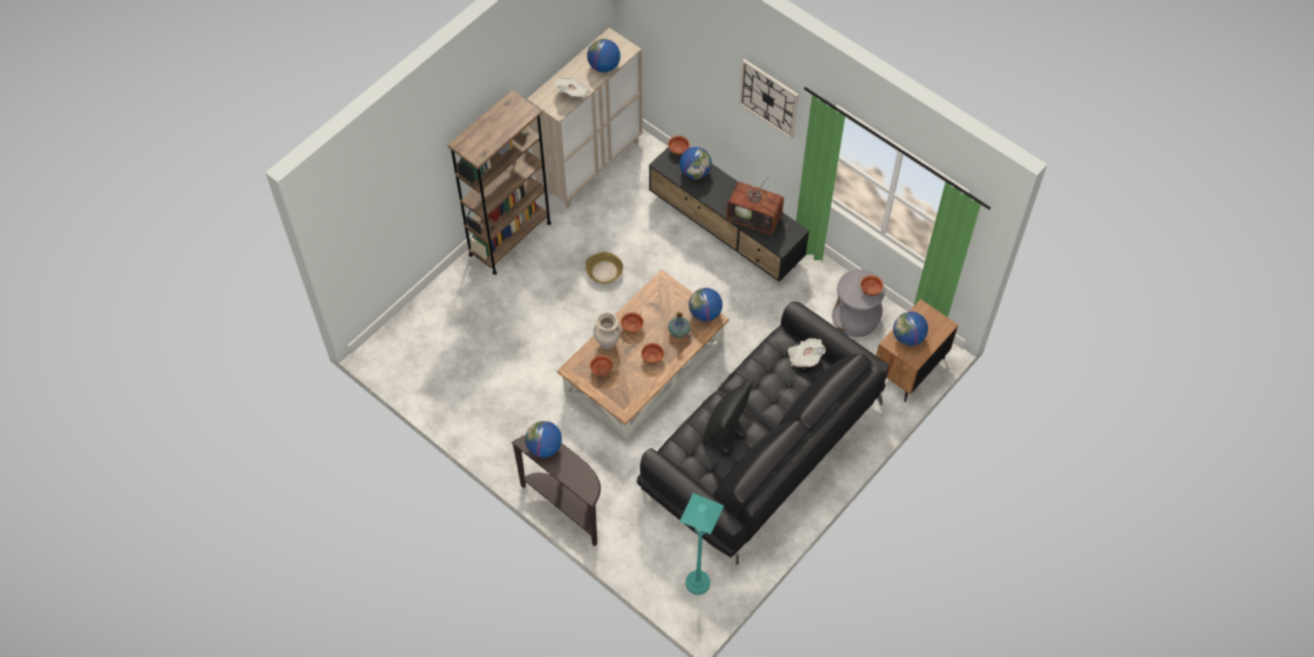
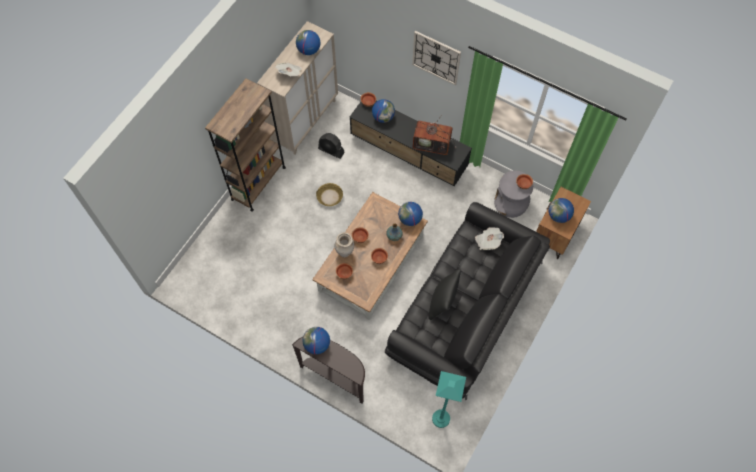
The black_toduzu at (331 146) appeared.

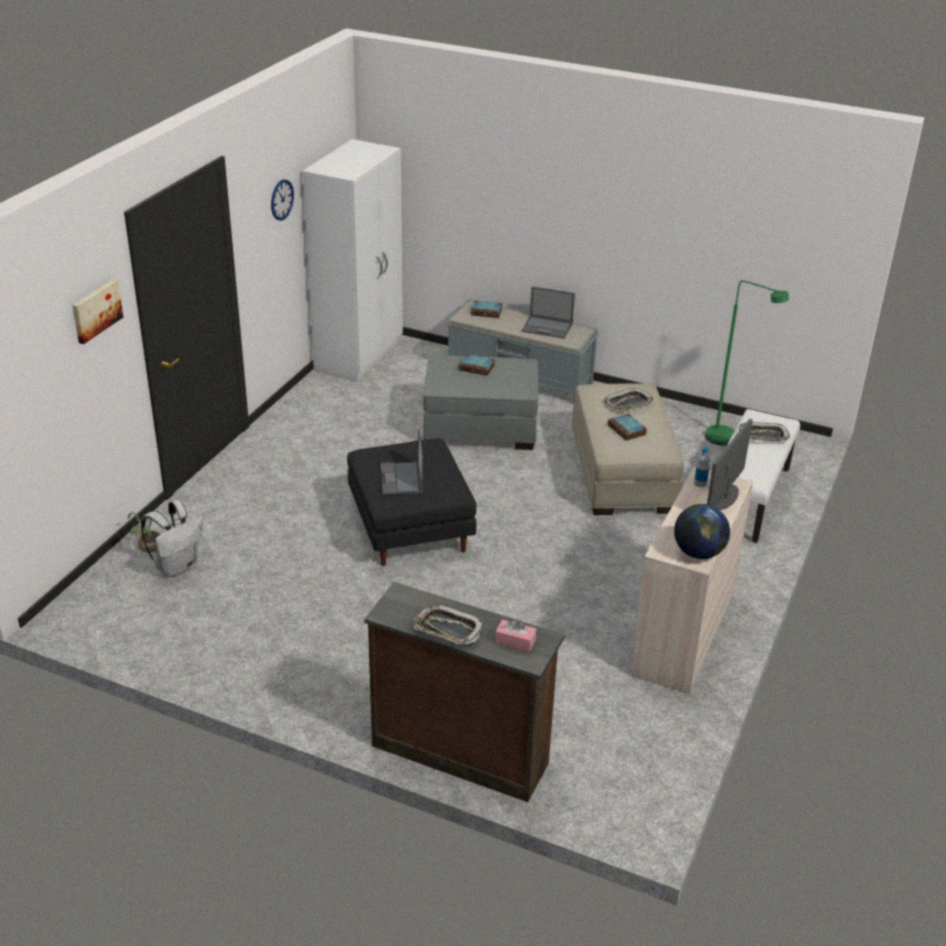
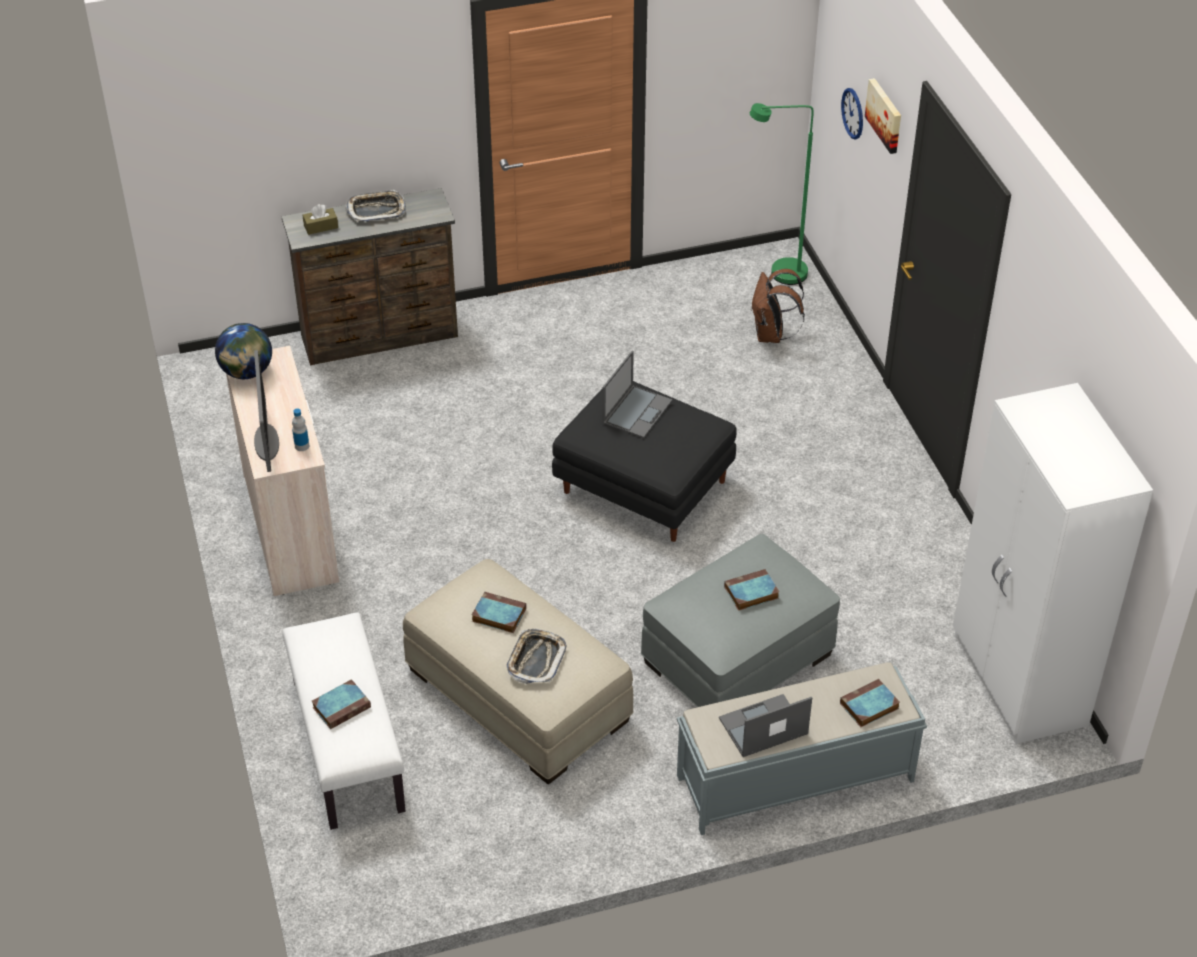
The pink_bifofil at (515 635) became the brown_bifofil at (320 219).
The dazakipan at (765 431) was replaced by the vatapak at (341 704).
The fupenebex at (401 462) turned 75 degrees clockwise.
The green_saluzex moved from (747 363) to (782 194).
The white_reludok at (172 539) became the brown_reludok at (778 306).
The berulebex moved from (282 200) to (852 114).
The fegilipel at (144 532) disappeared.

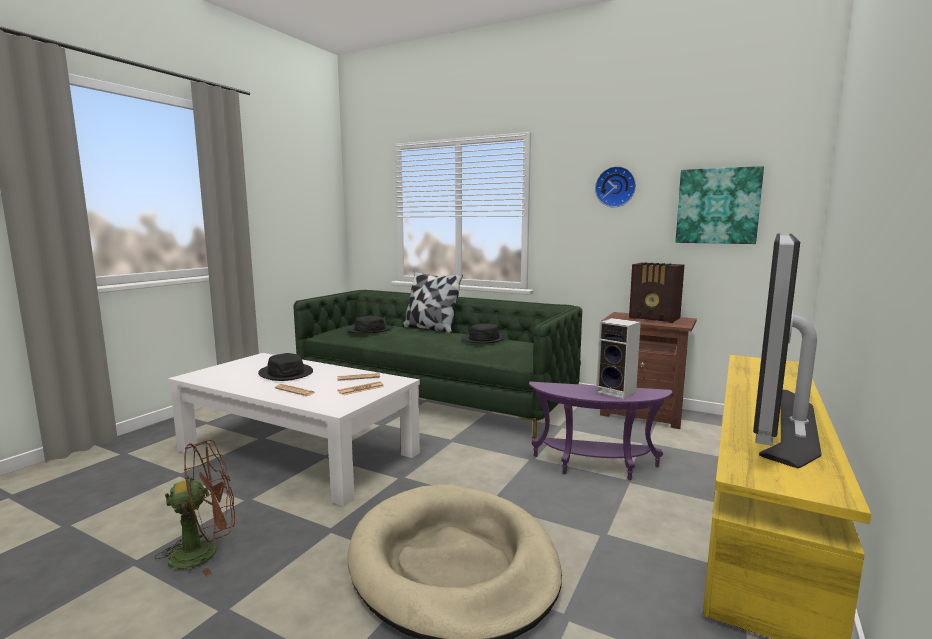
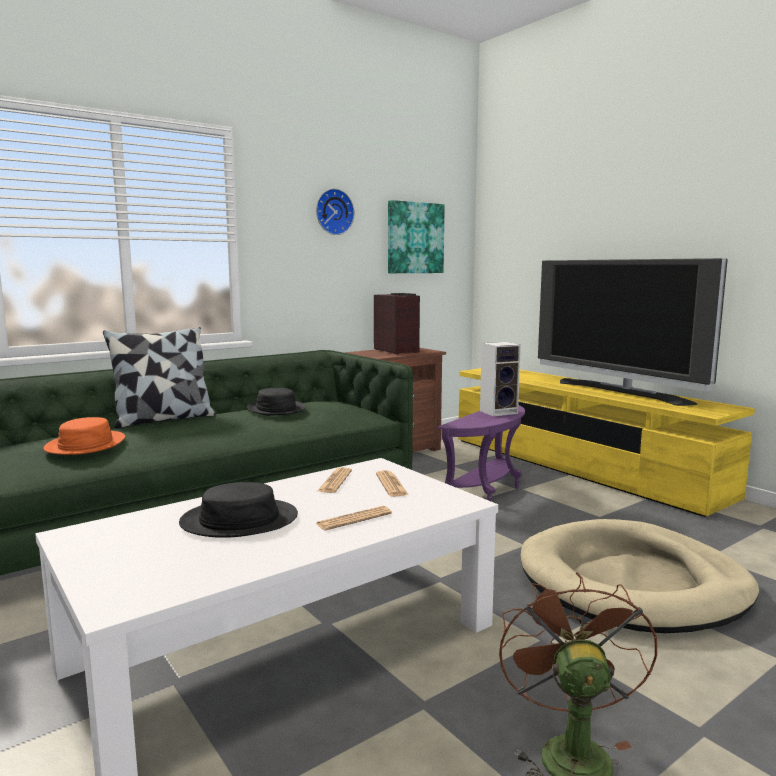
The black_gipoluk at (370 325) became the orange_gipoluk at (84 436).
The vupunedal at (656 292) turned 90 degrees counterclockwise.

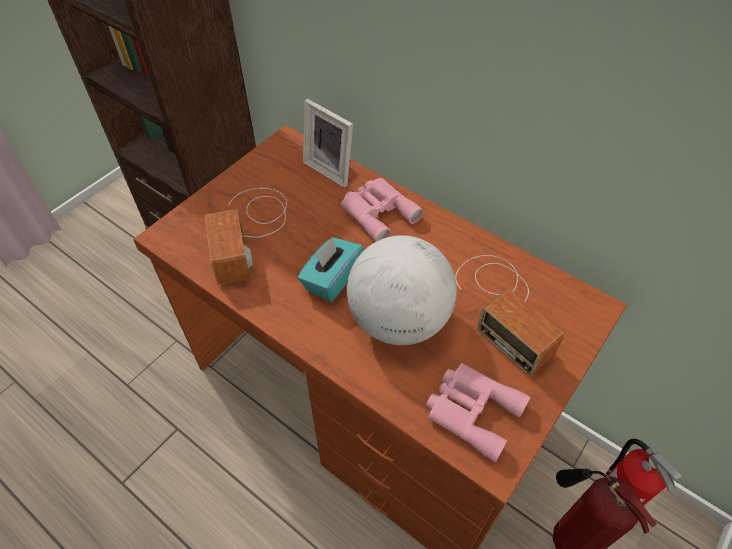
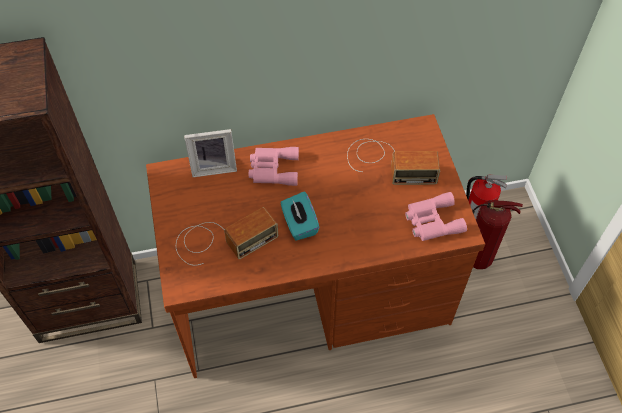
The vupunedal at (246 236) turned 60 degrees counterclockwise.
The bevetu at (402 290) disappeared.

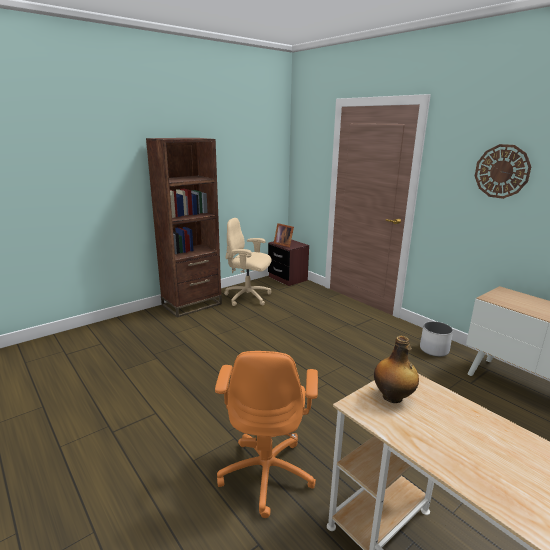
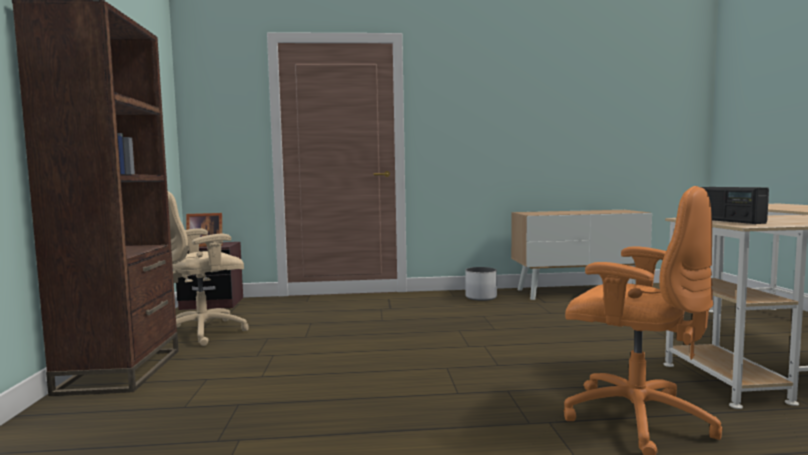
The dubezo at (396 369) was replaced by the vupunedal at (735 205).
The berulebex at (503 171) disappeared.

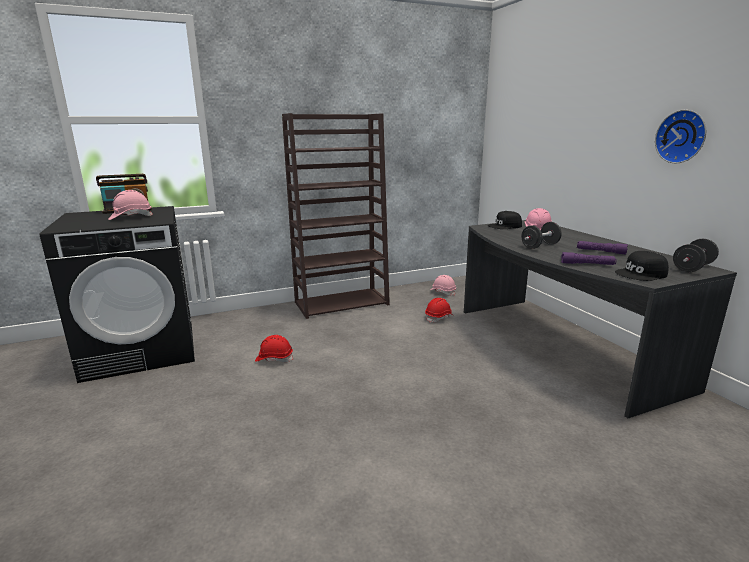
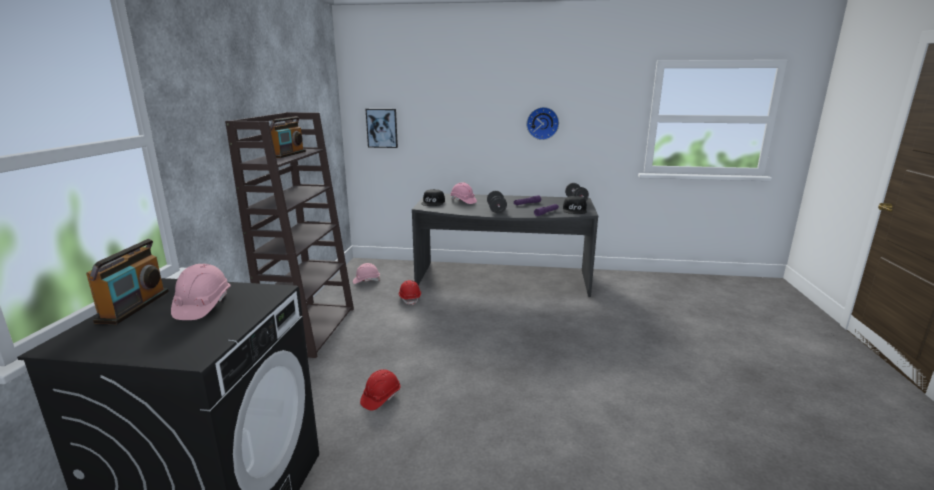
The vupunedal at (288 137) appeared.
The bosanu at (381 128) appeared.

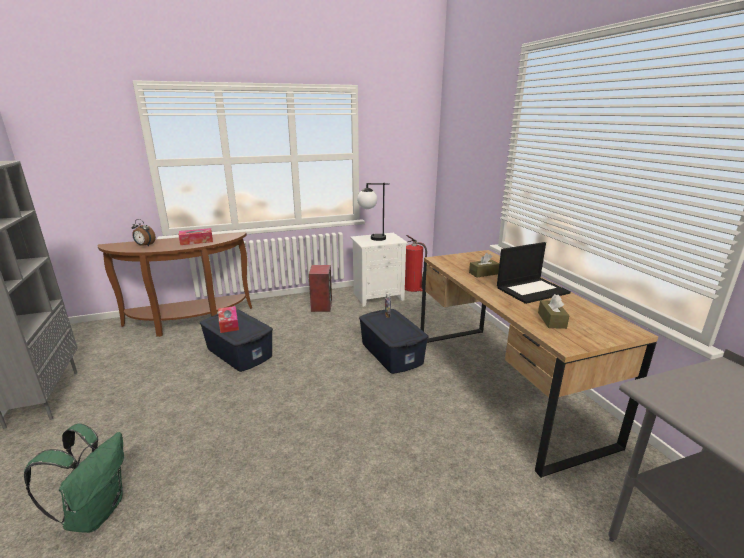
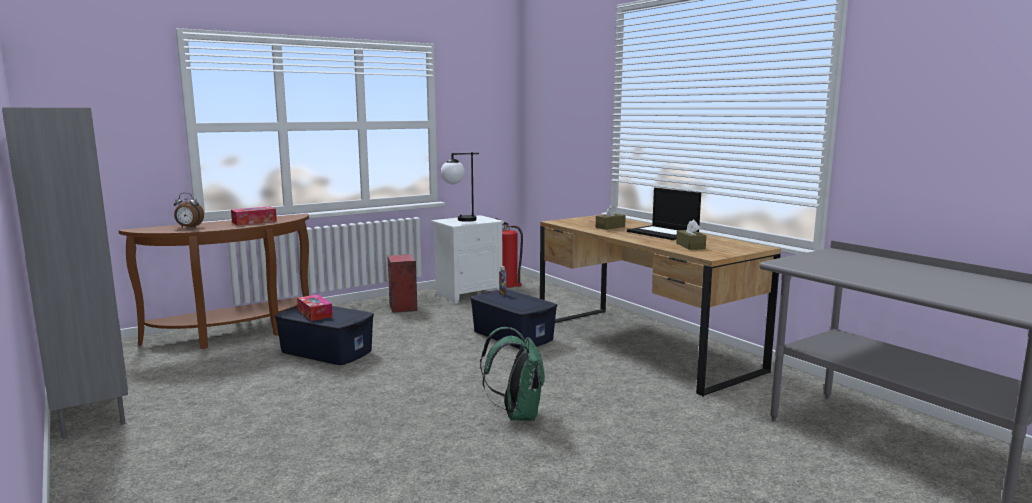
The green_reludok moved from (74 478) to (512 374).
The fupenebex at (534 273) turned 90 degrees clockwise.

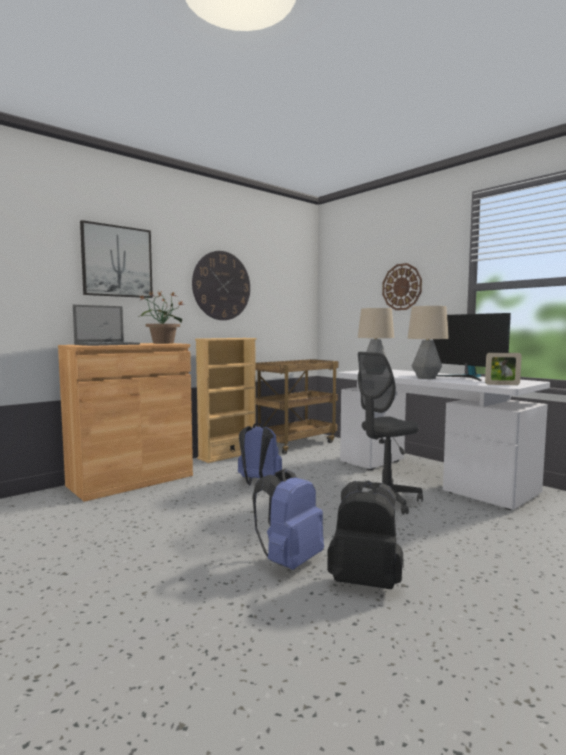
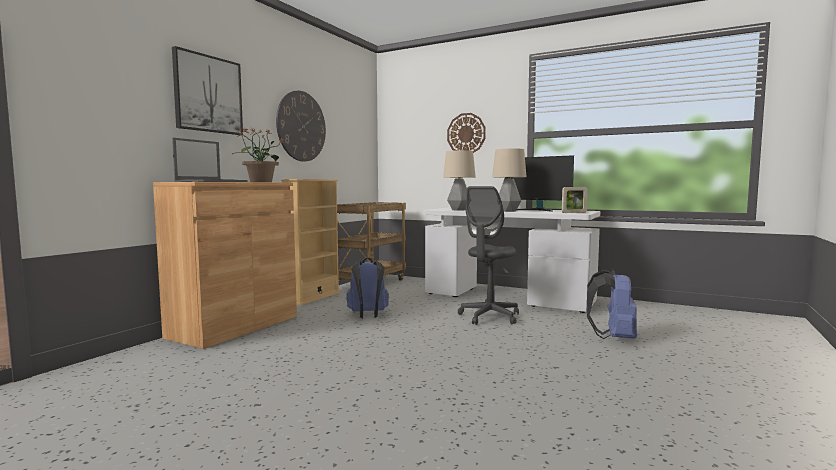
The blue_reludok moved from (288 519) to (612 304).
The black_reludok at (365 535) disappeared.

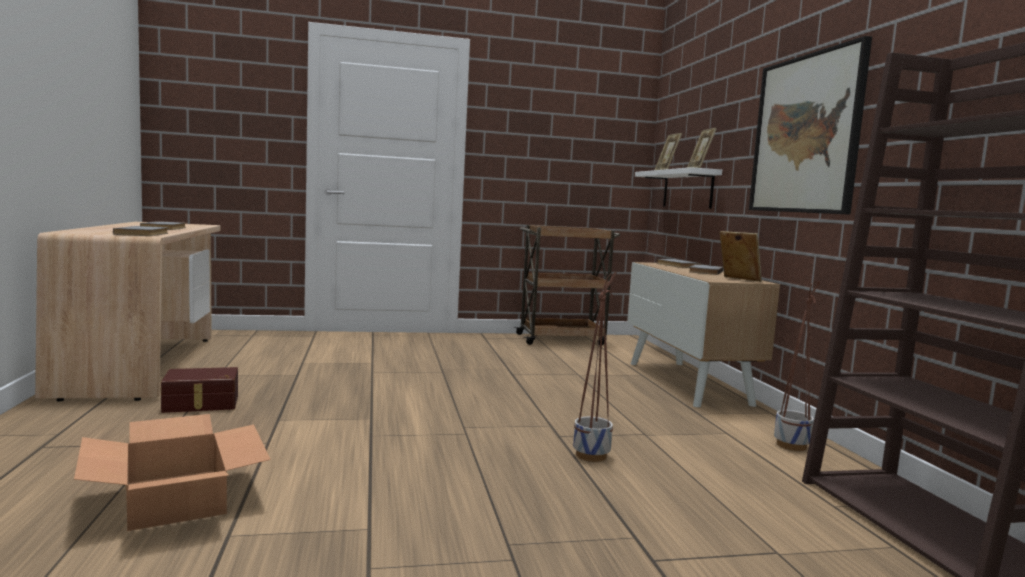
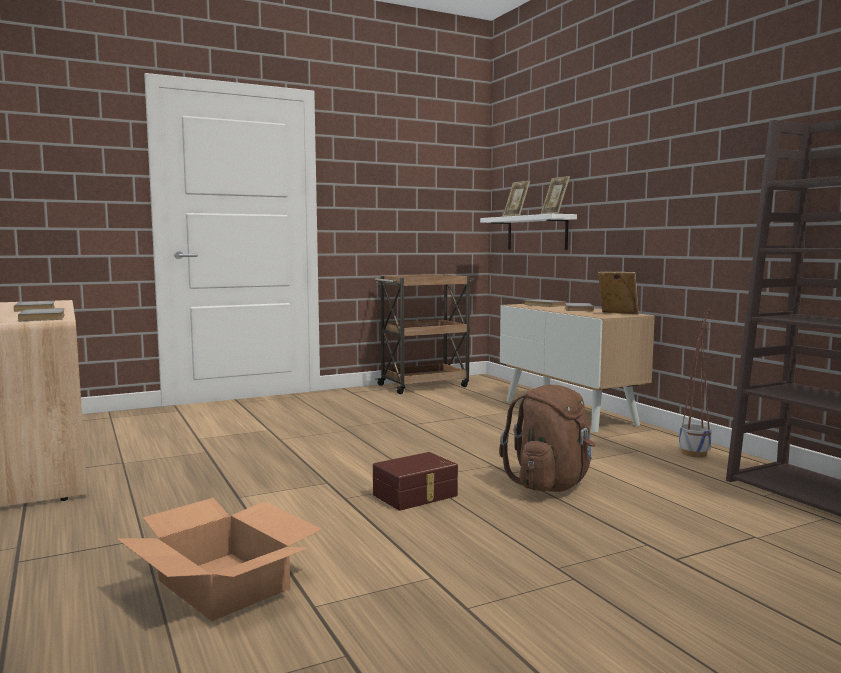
The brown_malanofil moved from (199 390) to (415 481).
The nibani at (595 367) was replaced by the brown_reludok at (547 438).
The bosanu at (810 125) disappeared.

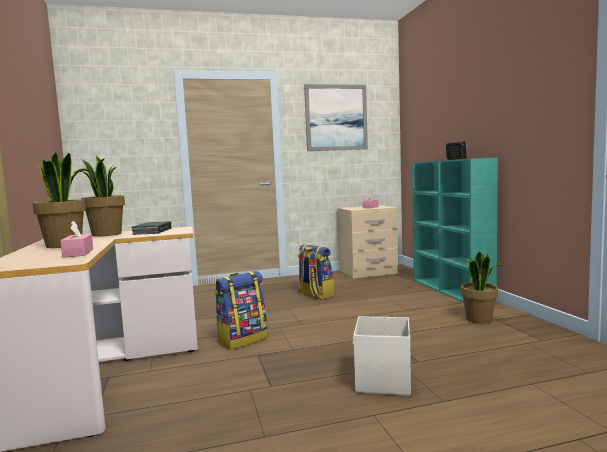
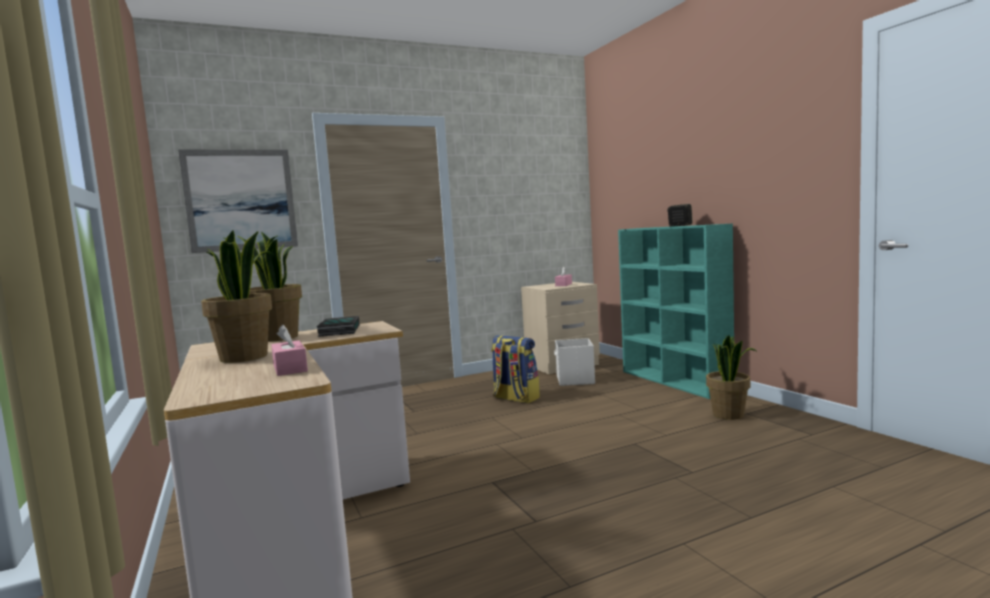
The bosanu moved from (336 117) to (238 201).
The white_malanofil moved from (382 356) to (574 362).
The reludok at (241 310) disappeared.

